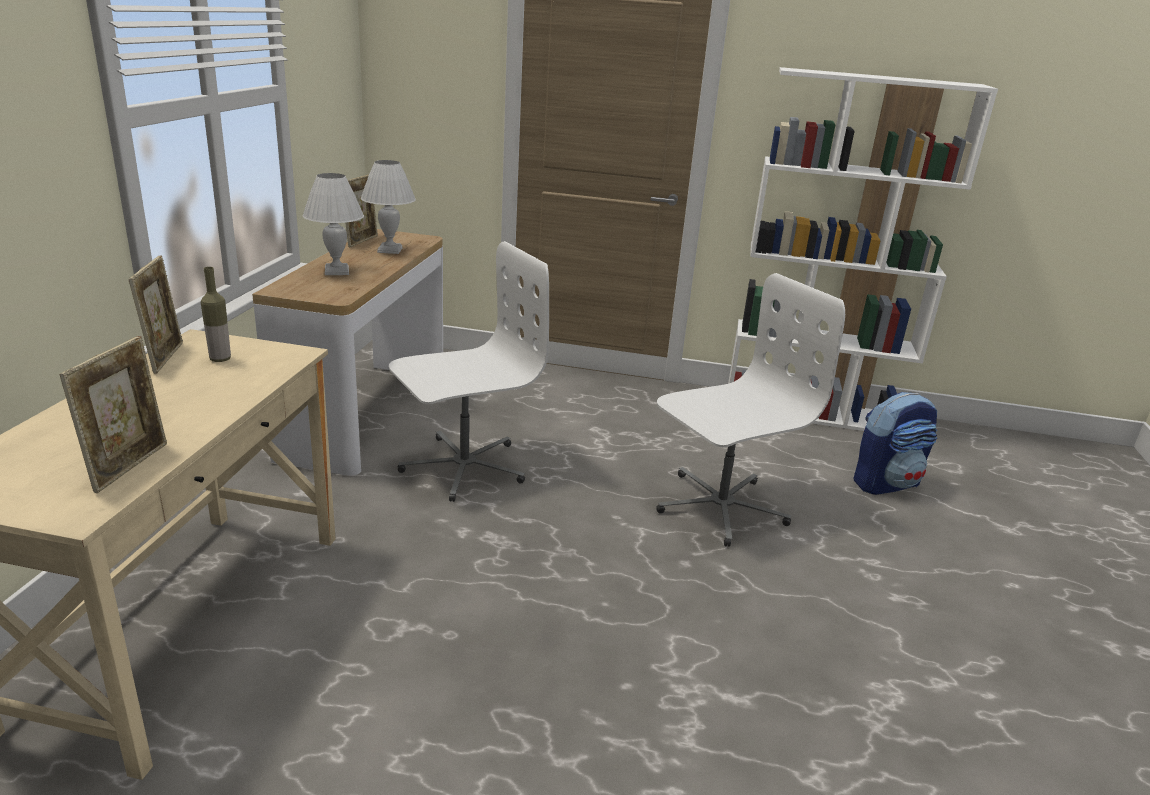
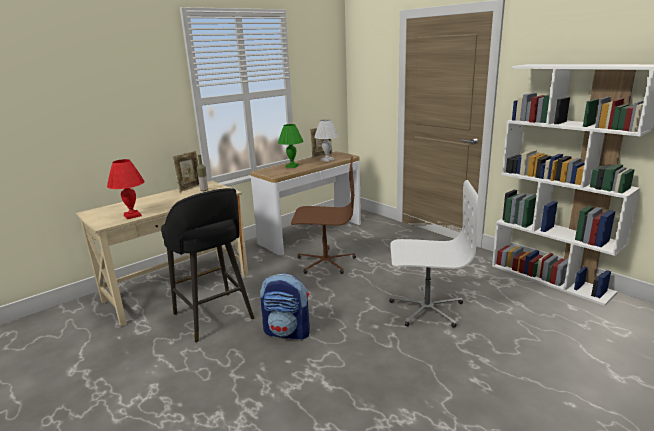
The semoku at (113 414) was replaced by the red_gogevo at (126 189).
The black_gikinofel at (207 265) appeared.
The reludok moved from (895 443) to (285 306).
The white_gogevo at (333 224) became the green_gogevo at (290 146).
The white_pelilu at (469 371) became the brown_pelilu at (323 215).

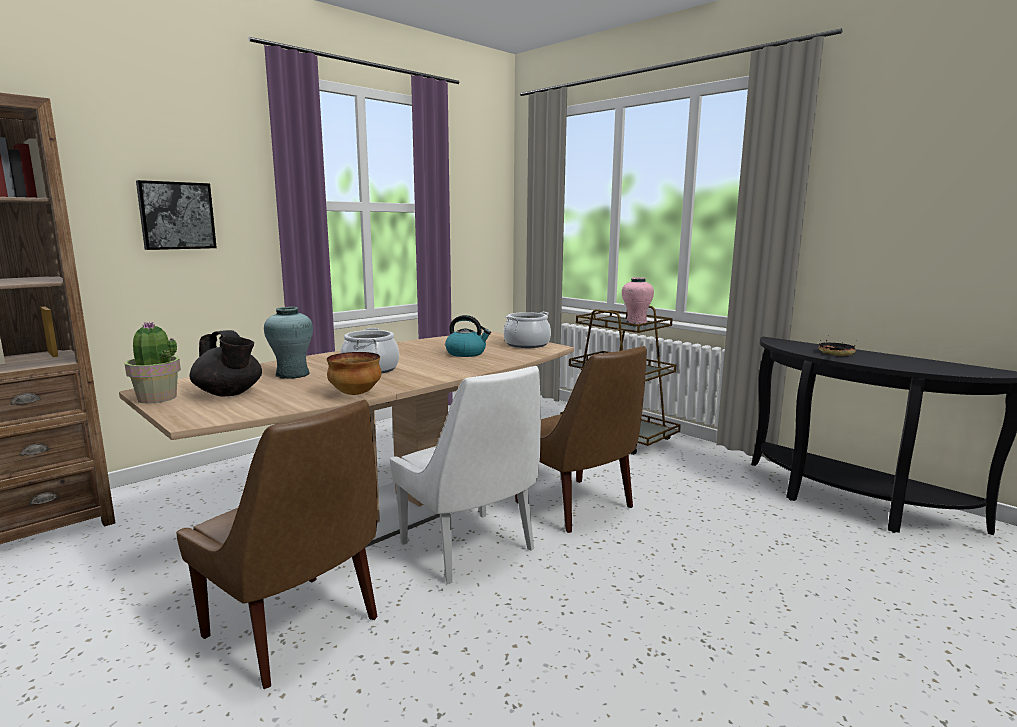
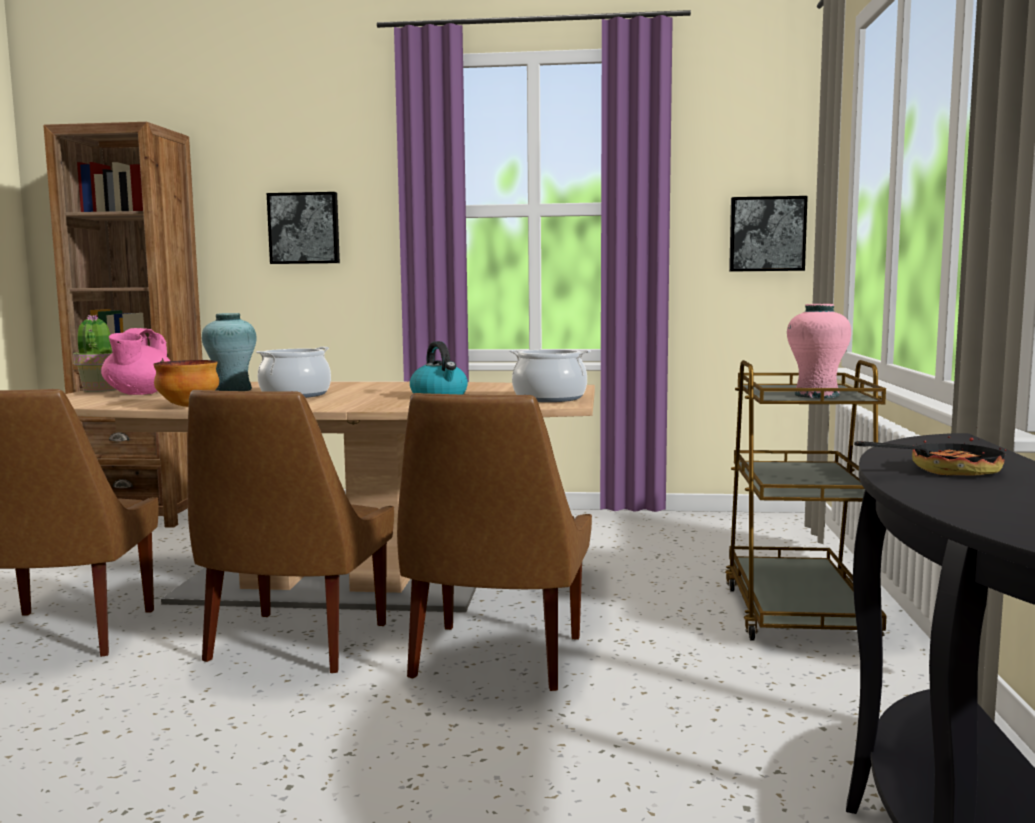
The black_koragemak at (225 363) became the pink_koragemak at (135 361).
The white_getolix at (465 475) became the brown_getolix at (290 531).
The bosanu at (768 234) appeared.

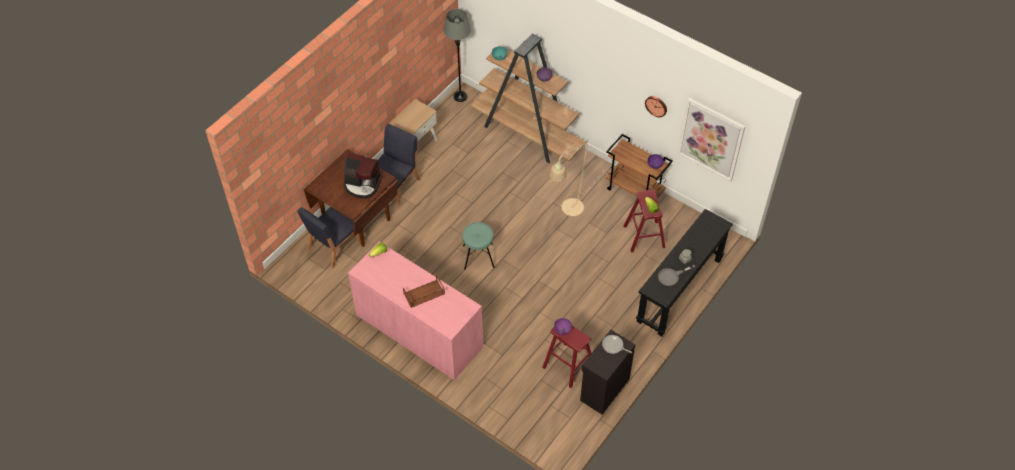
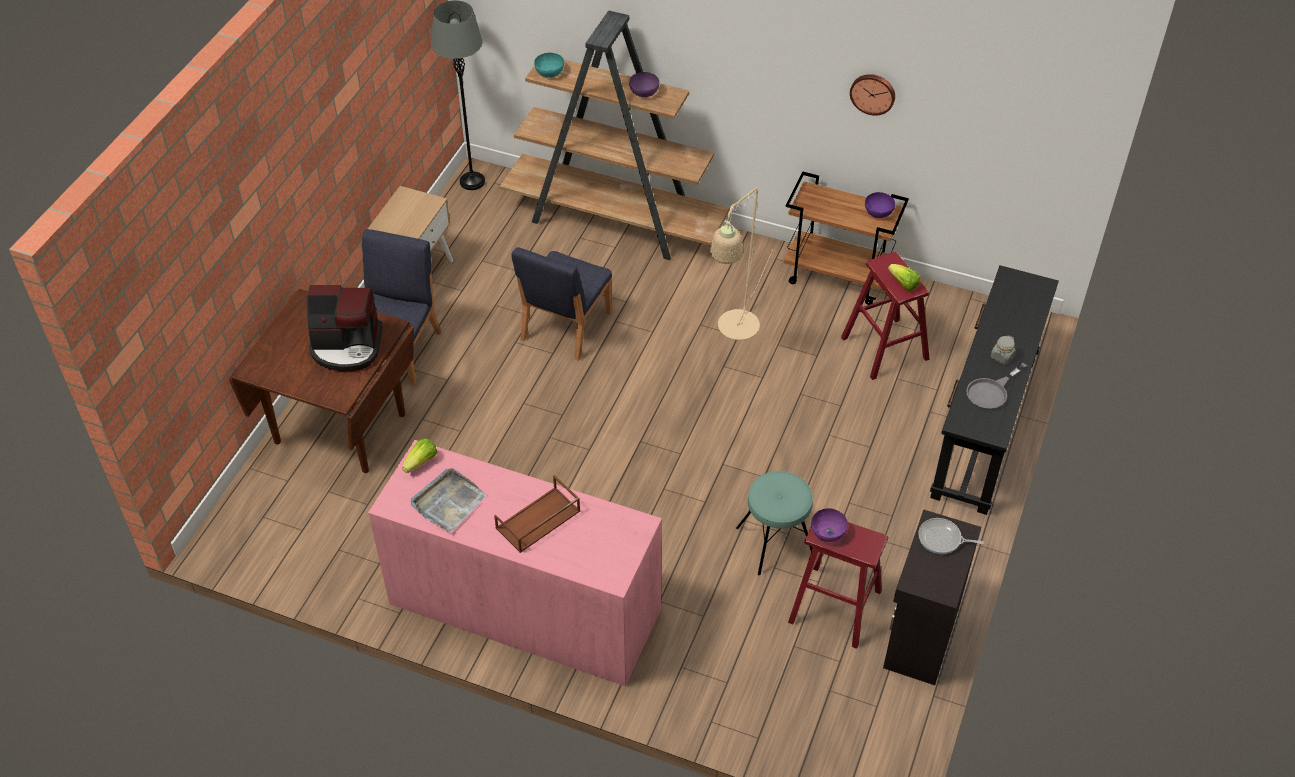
The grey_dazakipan at (448 500) appeared.
The blue_getolix moved from (329 238) to (561 304).
The turquoise_gikinofel moved from (478 246) to (774 523).
The bosanu at (711 140) disappeared.

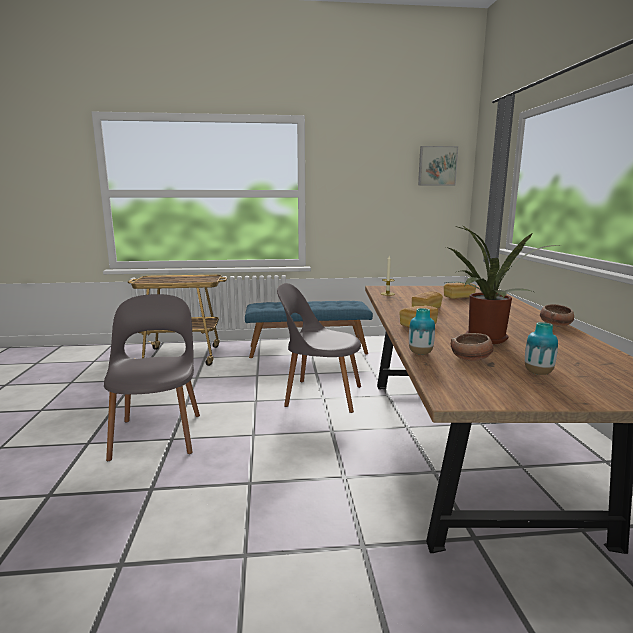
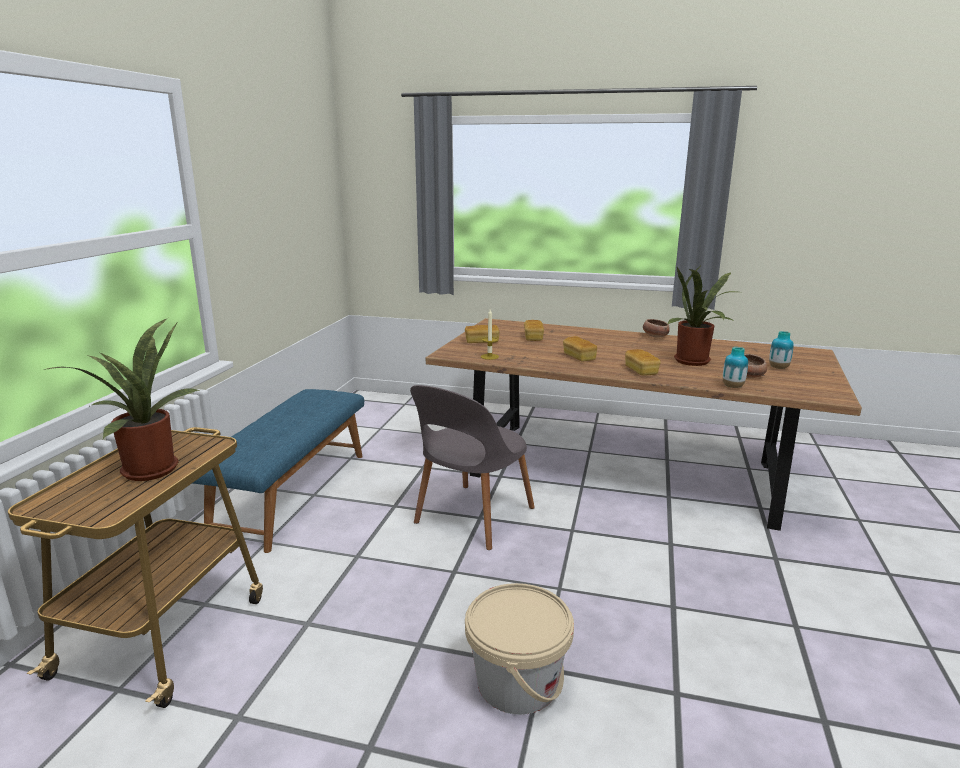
The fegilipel at (122 399) appeared.
The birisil at (482 334) appeared.
The grey_getolix at (152 377) was replaced by the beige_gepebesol at (519 649).
The bosanu at (438 165) disappeared.

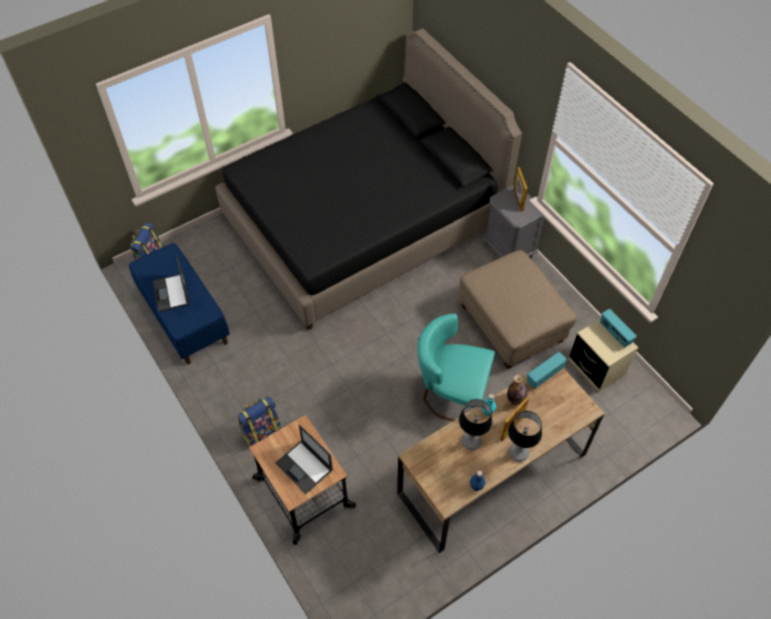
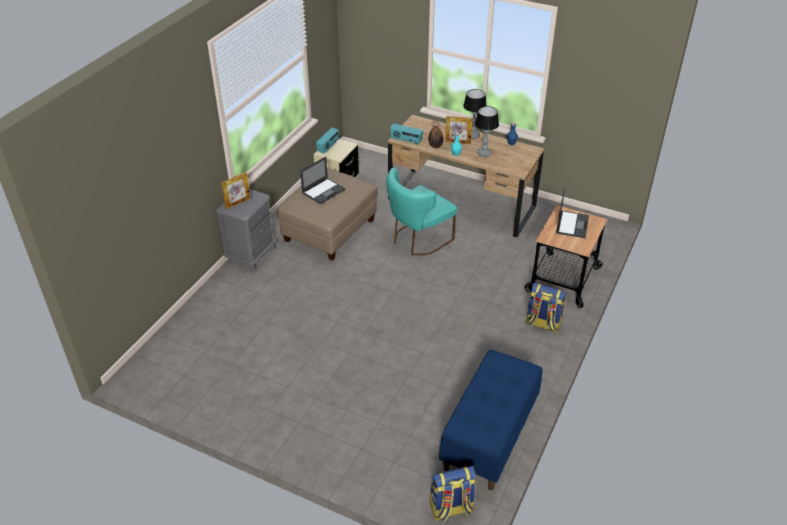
The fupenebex moved from (171 283) to (322 180).
The turquoise_getolix at (456 367) turned 60 degrees clockwise.
The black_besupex at (368 179) disappeared.

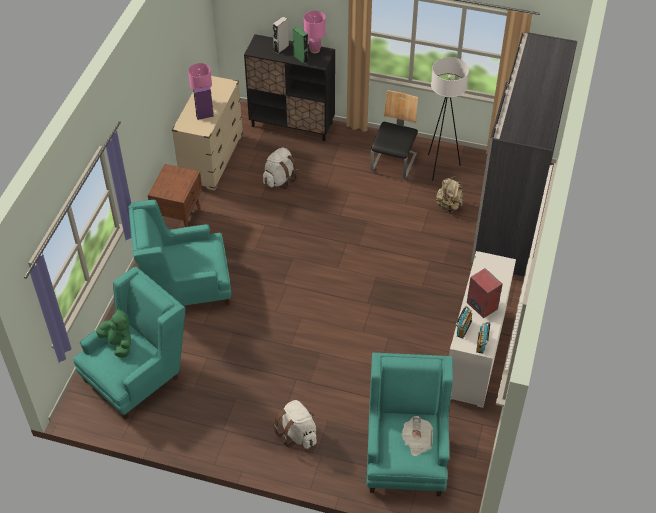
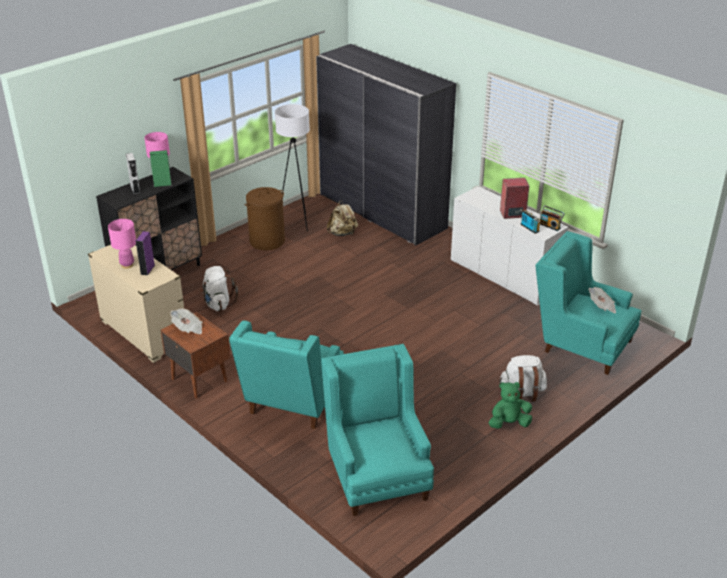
The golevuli at (186 321) appeared.
The getolix at (394 134) was replaced by the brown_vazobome at (264 218).
The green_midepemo moved from (113 332) to (510 405).

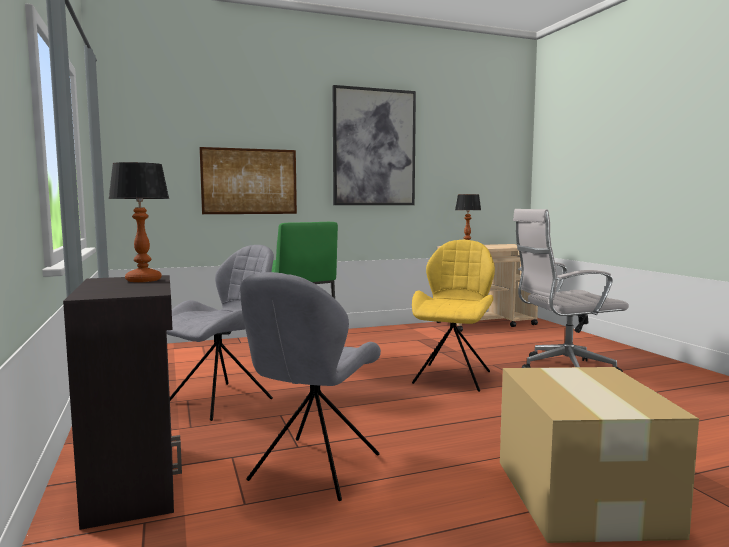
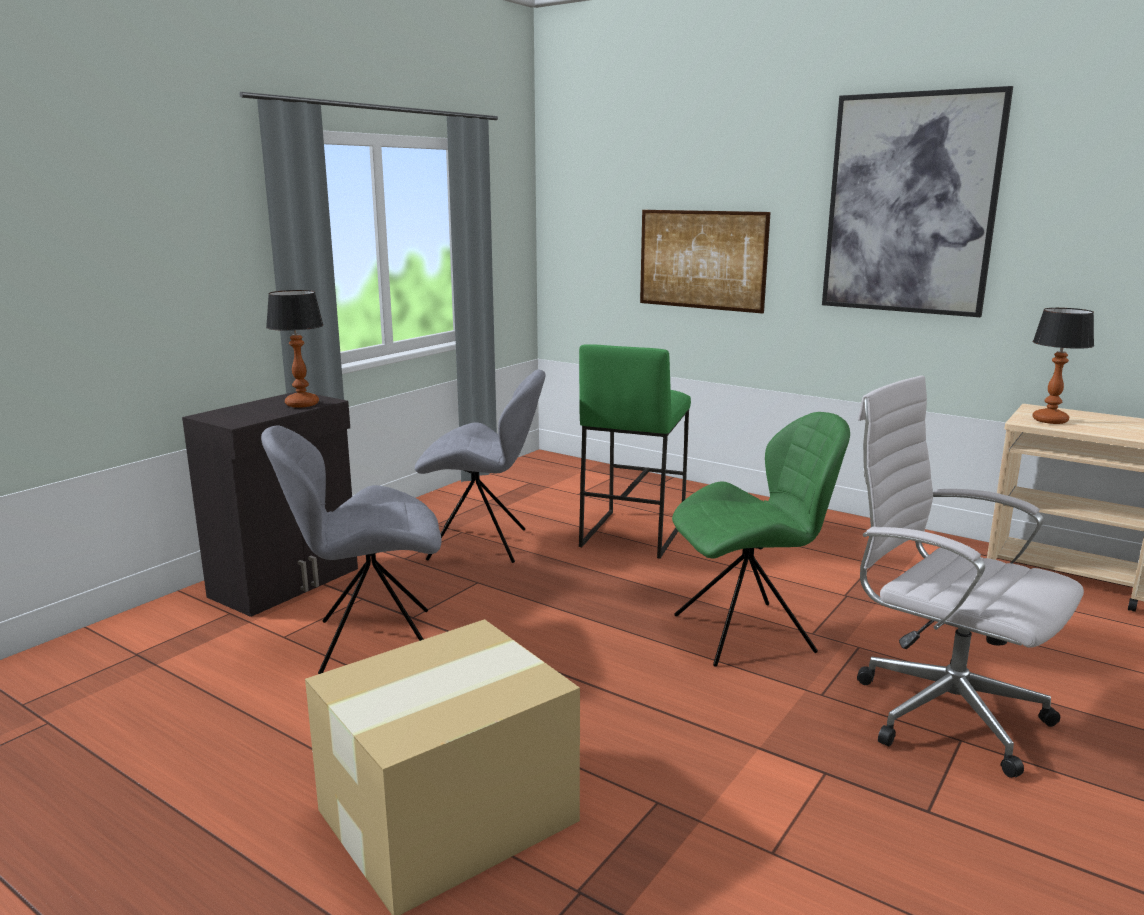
The yellow_getolix at (453 316) became the green_getolix at (761 539).

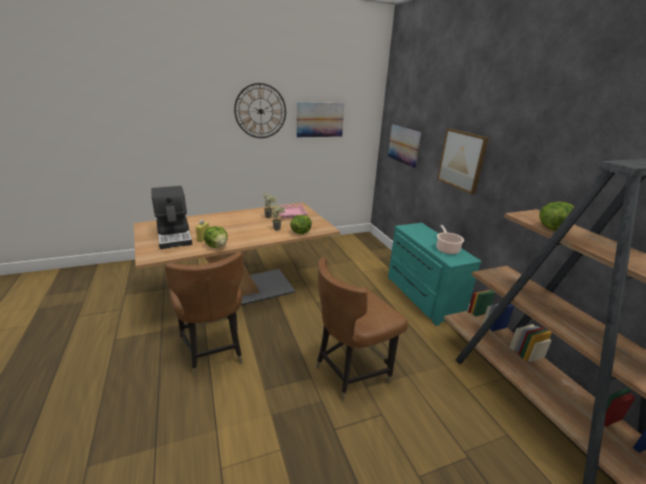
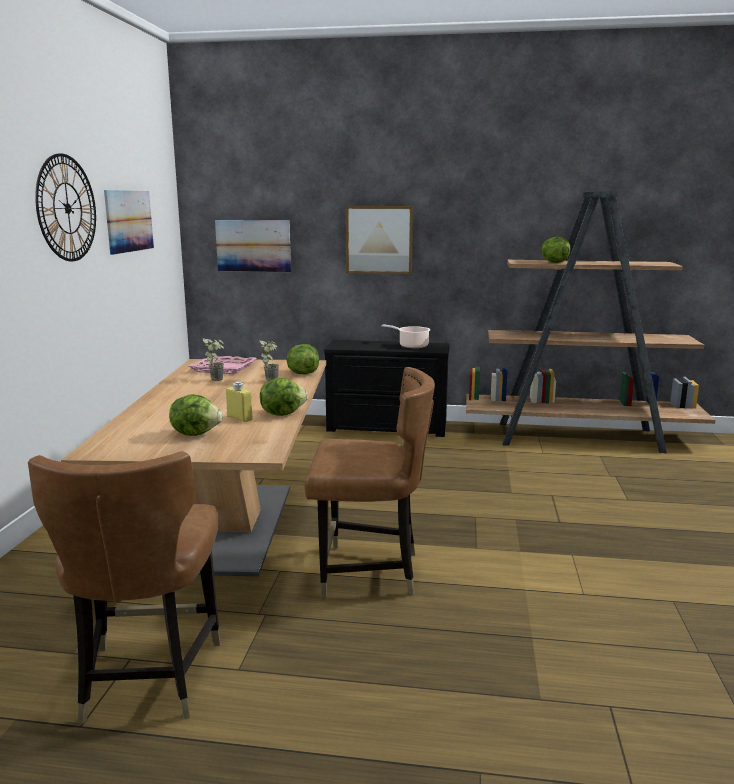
The brown_getolix moved from (362 329) to (124 587).
The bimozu at (171 217) was replaced by the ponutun at (196 415).
The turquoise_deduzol at (435 274) became the black_deduzol at (387 388).

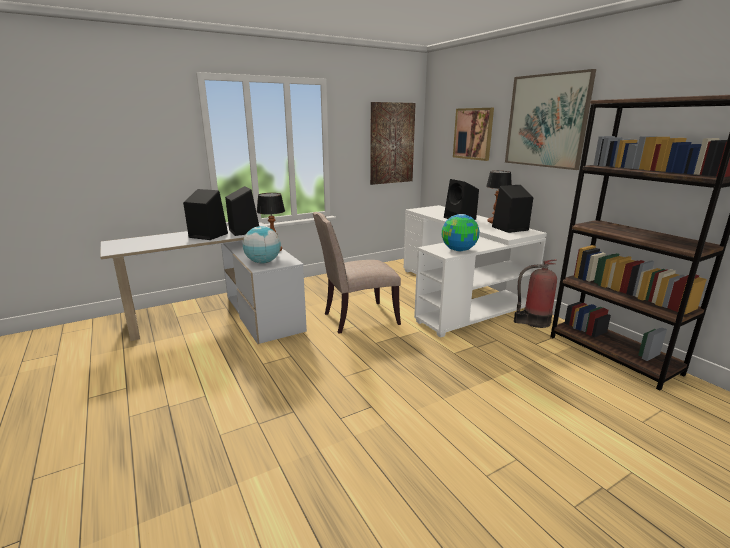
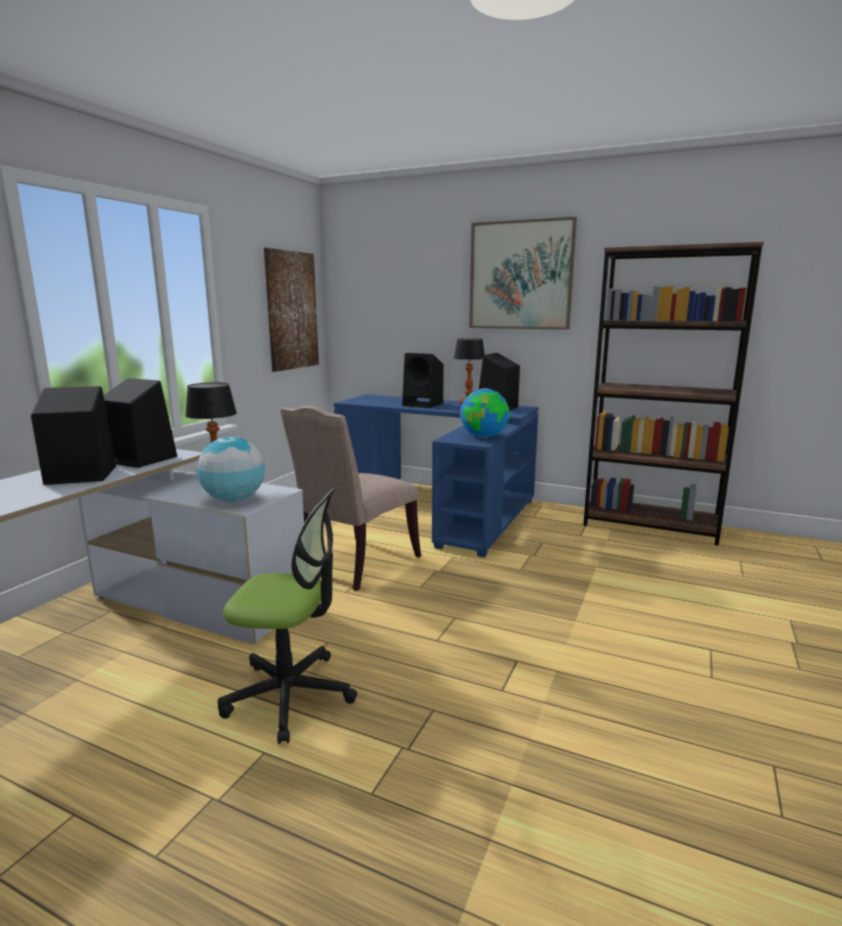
The pelilu at (287 616) appeared.
The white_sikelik at (475 271) became the blue_sikelik at (436 476).
The bosanu at (473 134) disappeared.
The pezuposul at (535 293) disappeared.

